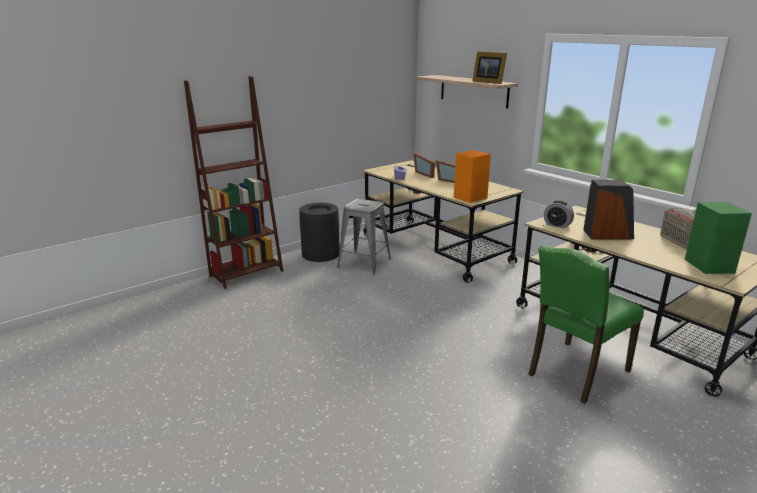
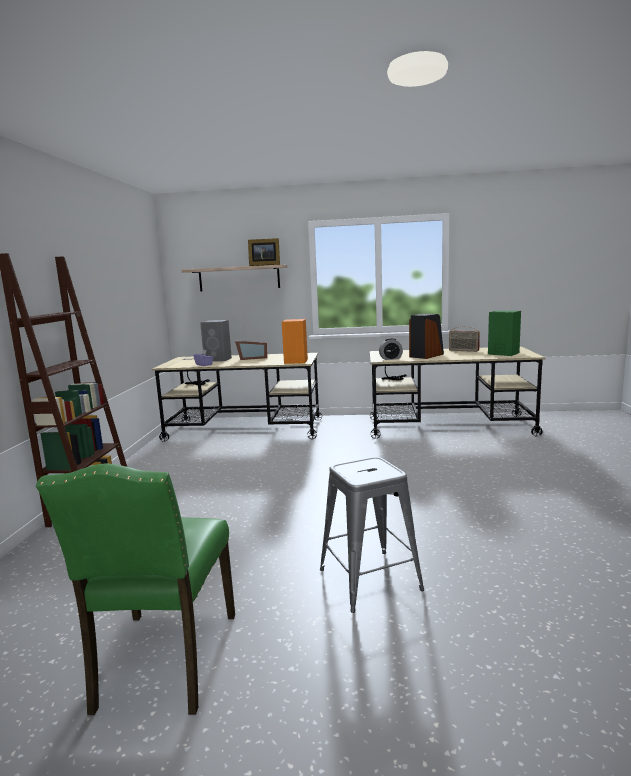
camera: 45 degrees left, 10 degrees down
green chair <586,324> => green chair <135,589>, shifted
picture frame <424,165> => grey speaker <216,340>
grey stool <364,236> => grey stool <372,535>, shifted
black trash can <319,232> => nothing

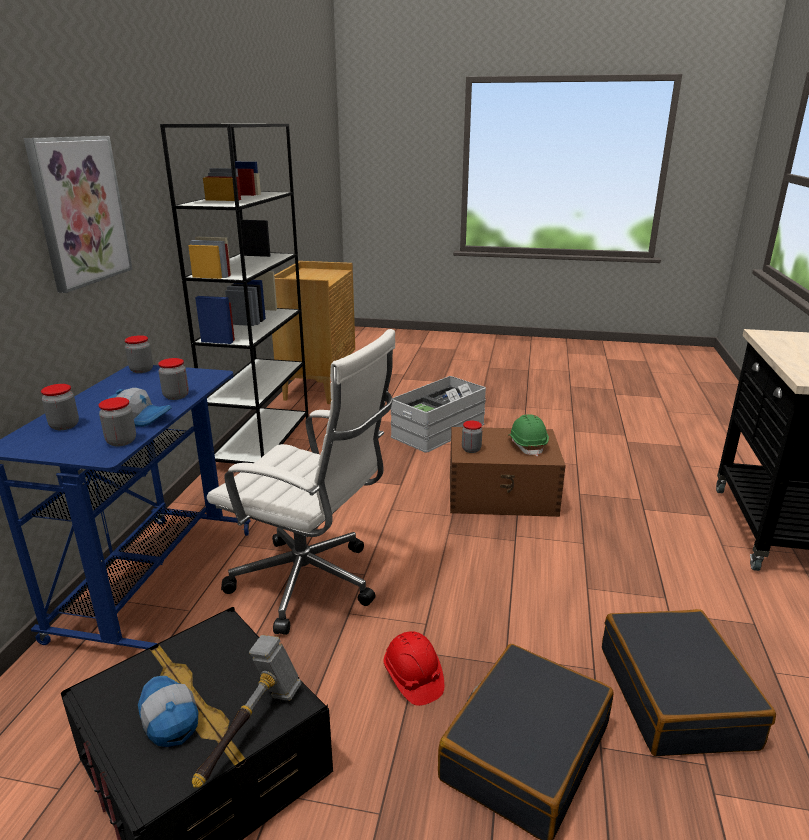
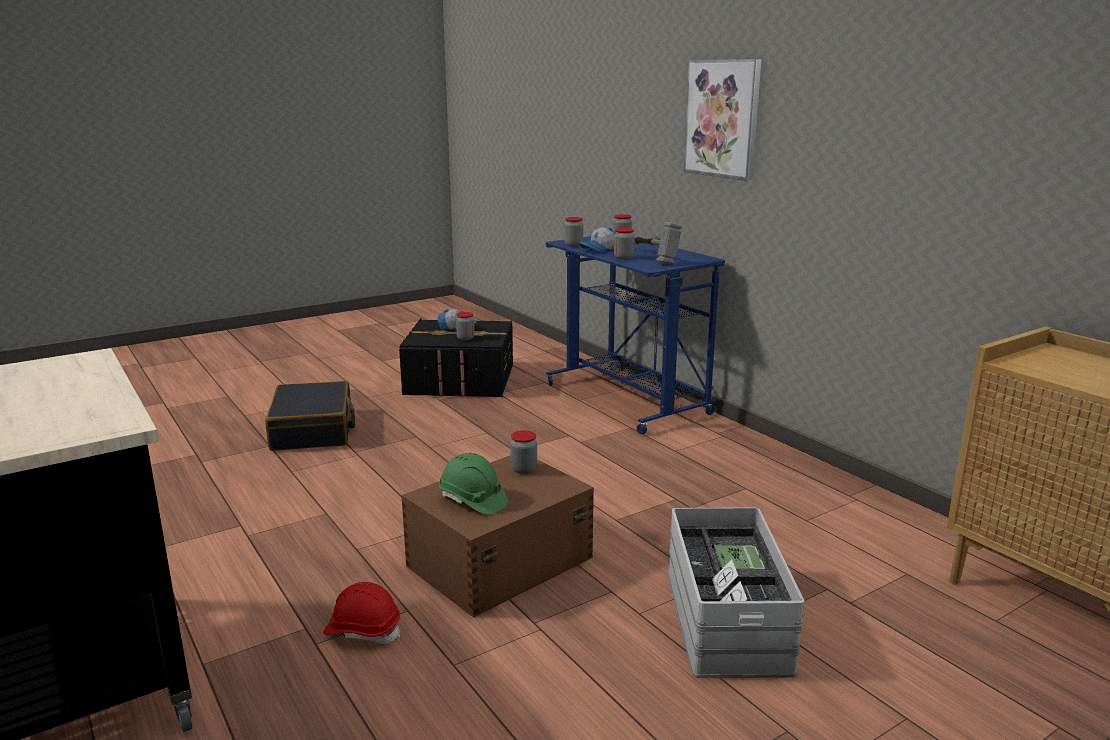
camera: 135 degrees right, 5 degrees down
red hard hat <414,669> => red hard hat <361,613>, shifted
jar <139,354> => jar <465,326>, shifted
hammer <246,711> => hammer <658,243>, shifted
white bookcase <234,294> => nothing
white office chair <301,482> => nothing
black suitcase <689,682> => nothing

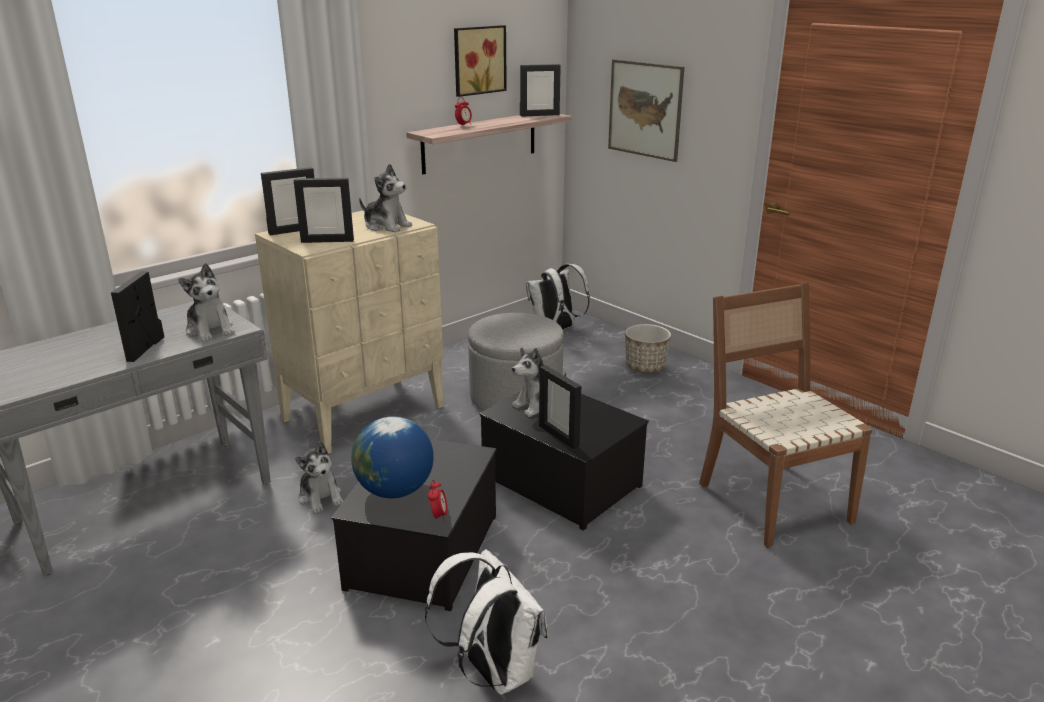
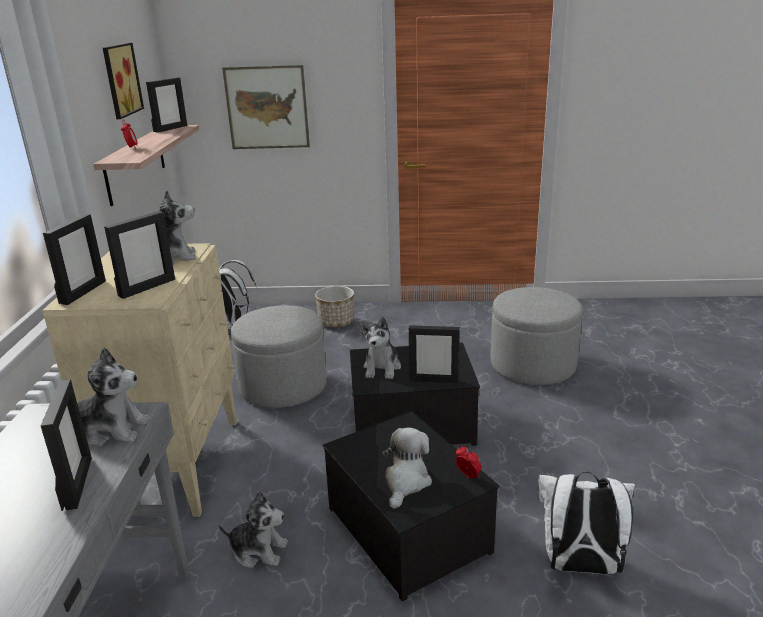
camera: 45 degrees left, 0 degrees up
picture frame <137,316> => picture frame <66,445>, 150 degrees counterclockwise
globe <392,457> => plush toy <407,468>
chair <785,415> => grey ottoman <537,336>

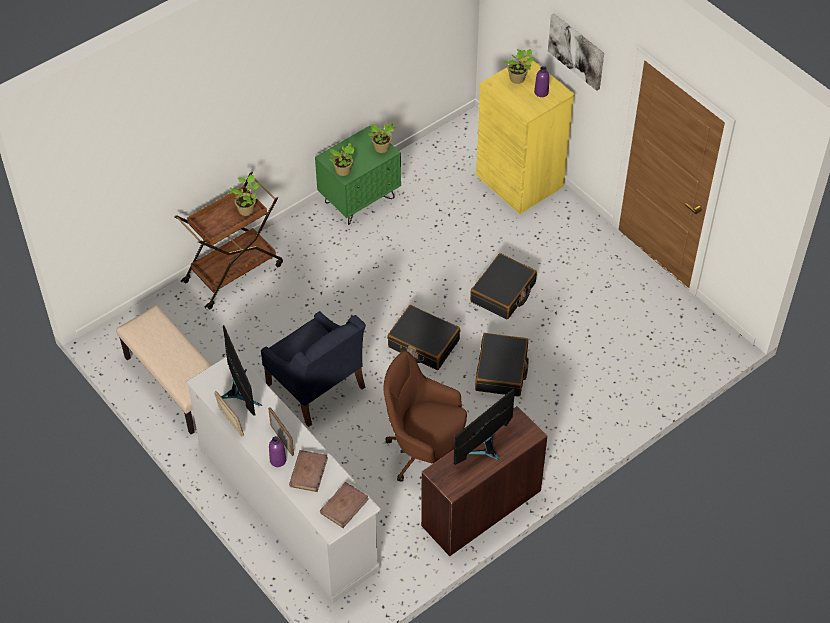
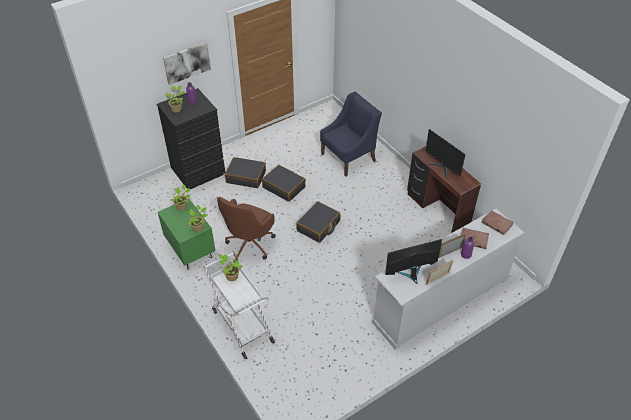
camera: 85 degrees left, 5 degrees down
yellow dresser <525,135> => black dresser <191,138>
brown cart <228,240> => white cart <239,304>
brown office chair <425,416> => brown office chair <246,229>, shifted
black suitcase <502,365> => black suitcase <245,172>, shifted
blue armchair <313,369> => blue armchair <351,134>, shifted
beige bench <164,369> => nothing

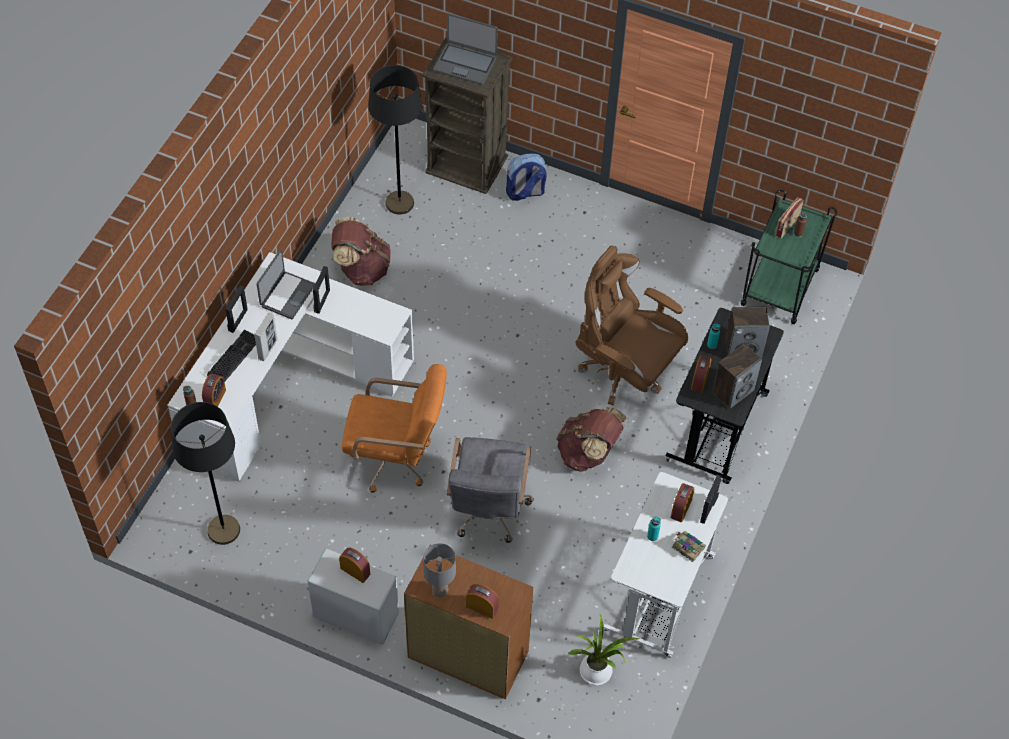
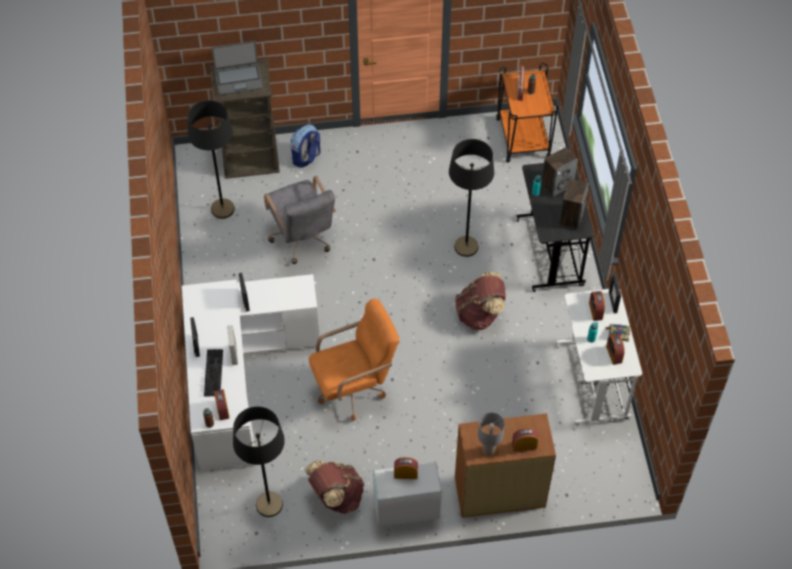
camera: 30 degrees left, 0 degrees up
grey office chair <490,490> => grey office chair <300,220>, shifted
brown backpack <361,251> => brown backpack <334,487>, shifted
brown office chair <631,325> => black floor lamp <471,198>
green cart <789,257> => orange cart <527,113>
alarm clock <701,374> => alarm clock <615,349>, shifted
laptop <285,284> => nothing
potted plant <603,649> => nothing

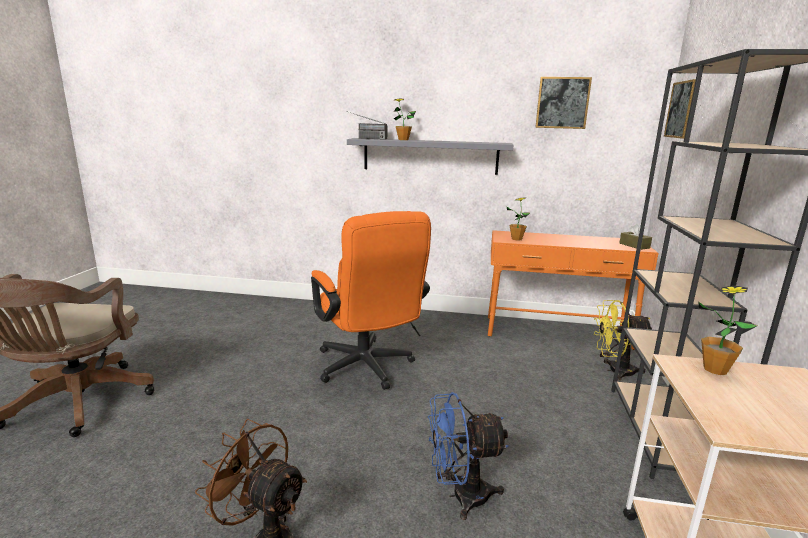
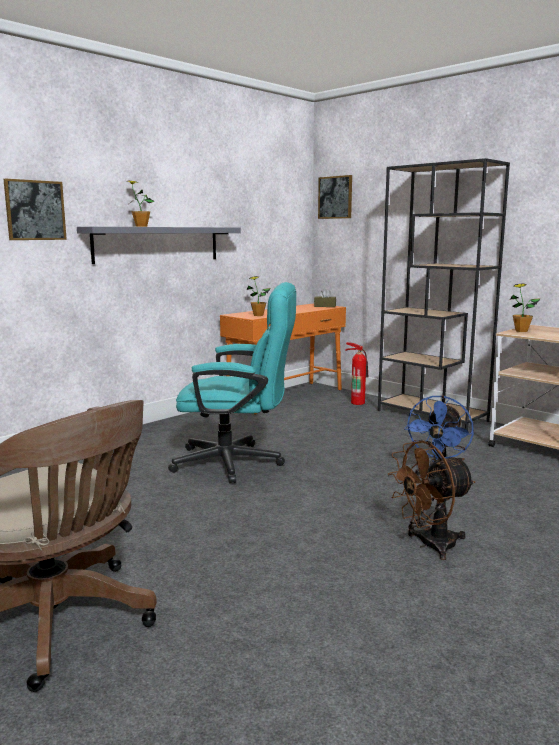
camera: 55 degrees left, 5 degrees down
picture <563,103> => picture <35,209>, shifted
orange office chair <371,300> => turquoise office chair <232,382>
yellow fan <622,340> => fire extinguisher <357,373>
radio <368,126> => nothing

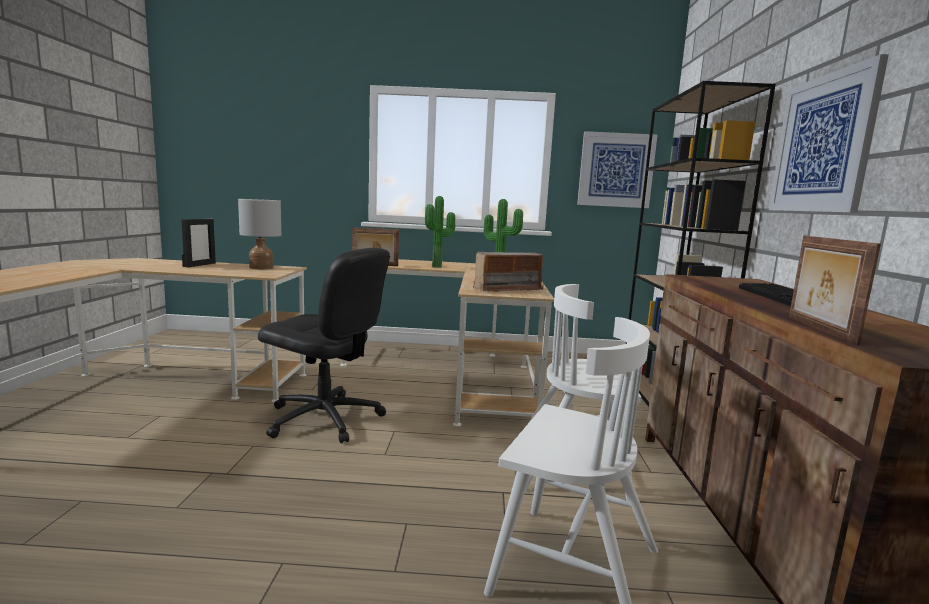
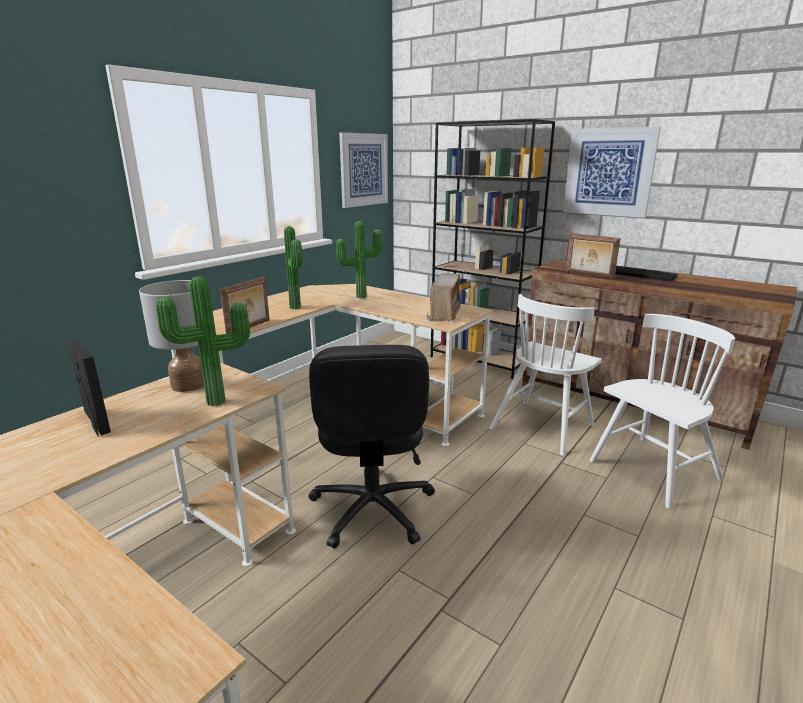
camera: 55 degrees left, 10 degrees up
nothing => potted plant <203,341>
black office chair <324,345> => black office chair <371,447>, 120 degrees clockwise
picture frame <835,290> => picture frame <593,256>, shifted

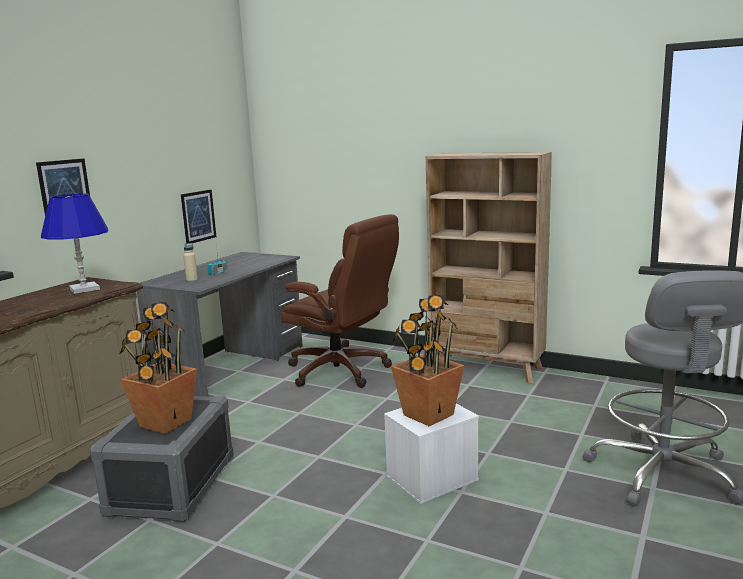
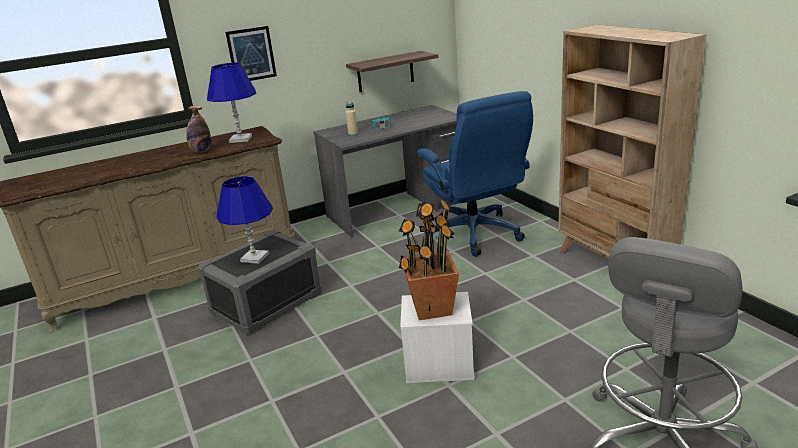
camera: 35 degrees right, 10 degrees up
nothing => bottle <198,129>
potted plant <158,367> => blue table lamp <244,220>
picture <198,217> => shelf <392,71>
brown office chair <340,301> => blue office chair <475,174>

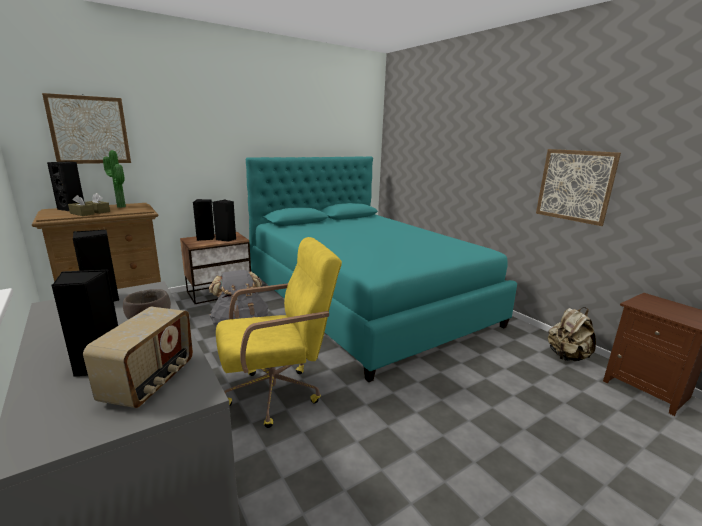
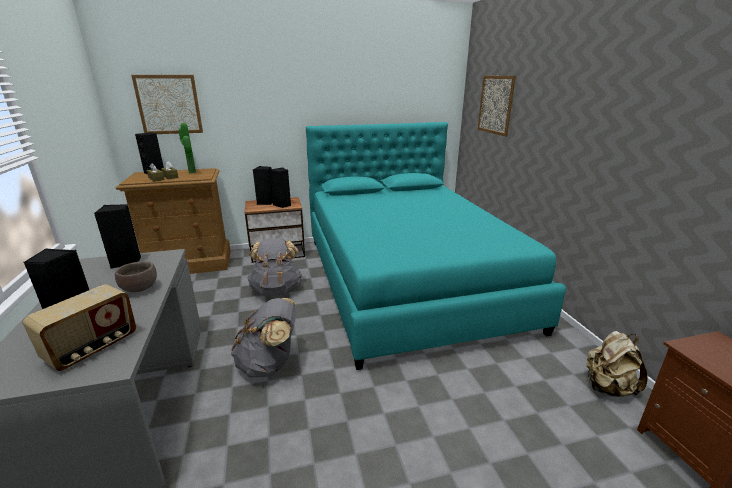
camera: 20 degrees right, 5 degrees up
yellow office chair <279,332> => grey backpack <264,337>
picture <578,187> => picture <497,106>, shifted

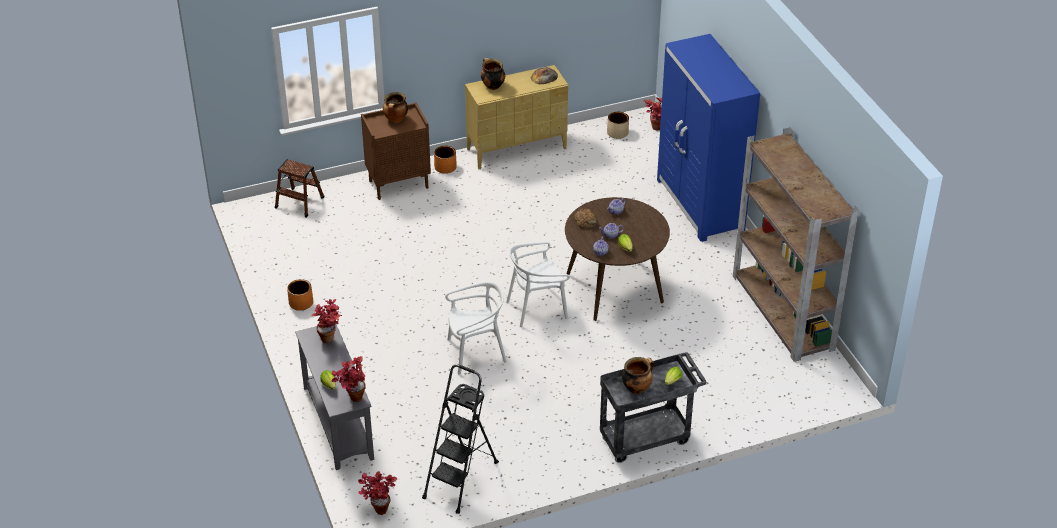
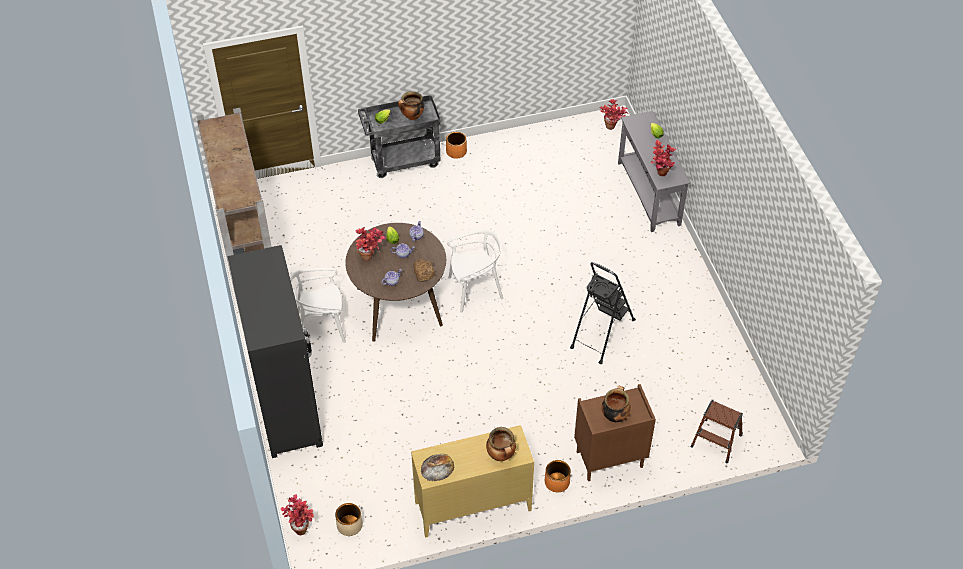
camera: 175 degrees left, 10 degrees up
blue cabinet <708,138> => black cabinet <275,351>
white chair <476,328> => white chair <318,305>, shifted
potted plant <348,379> => potted plant <370,244>, shifted
orange planter <300,295> => orange planter <456,145>, shifted
step ladder <460,439> => step ladder <603,313>, shifted

